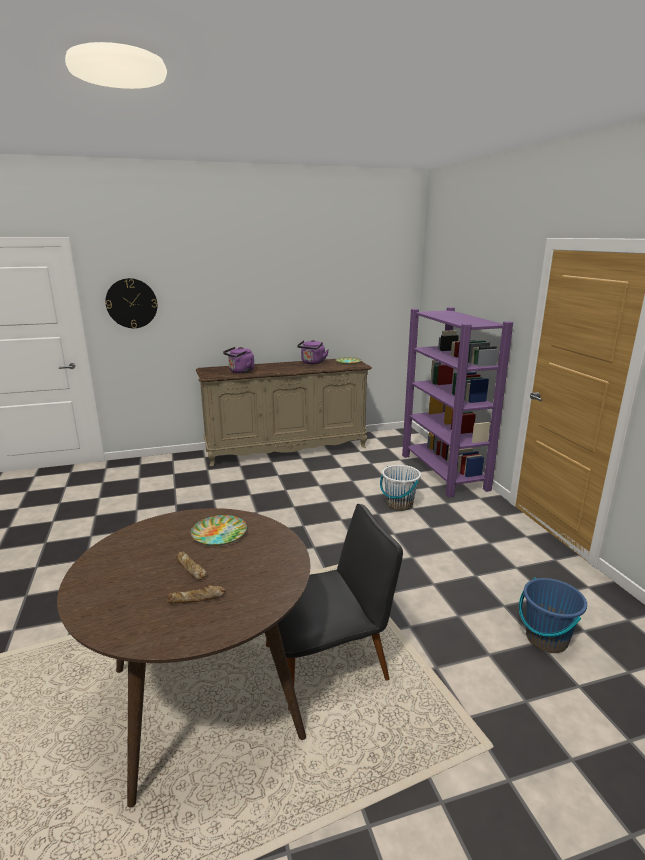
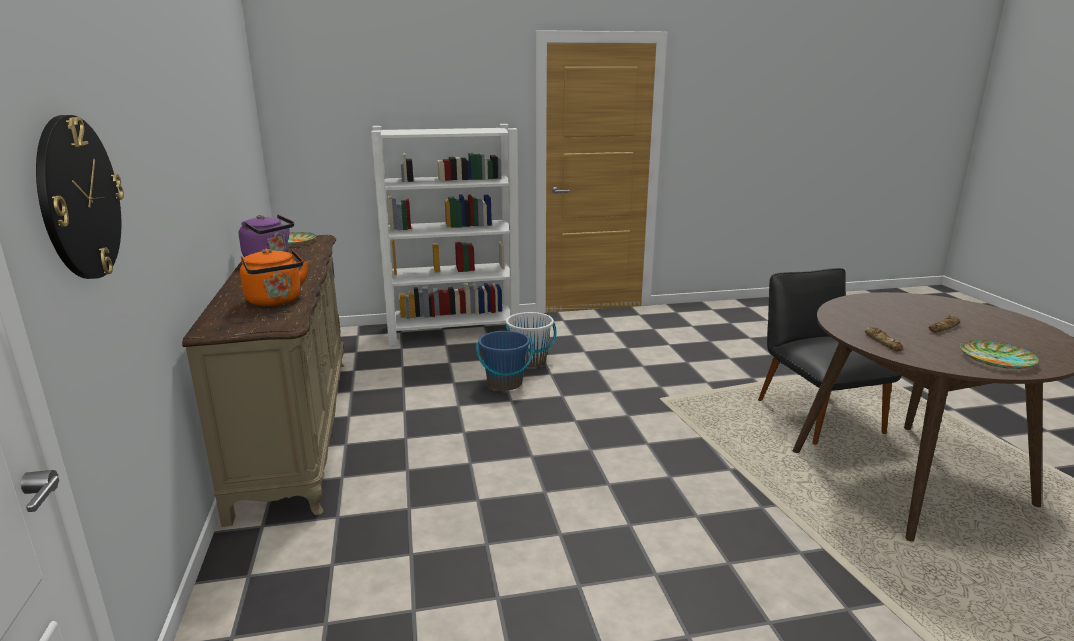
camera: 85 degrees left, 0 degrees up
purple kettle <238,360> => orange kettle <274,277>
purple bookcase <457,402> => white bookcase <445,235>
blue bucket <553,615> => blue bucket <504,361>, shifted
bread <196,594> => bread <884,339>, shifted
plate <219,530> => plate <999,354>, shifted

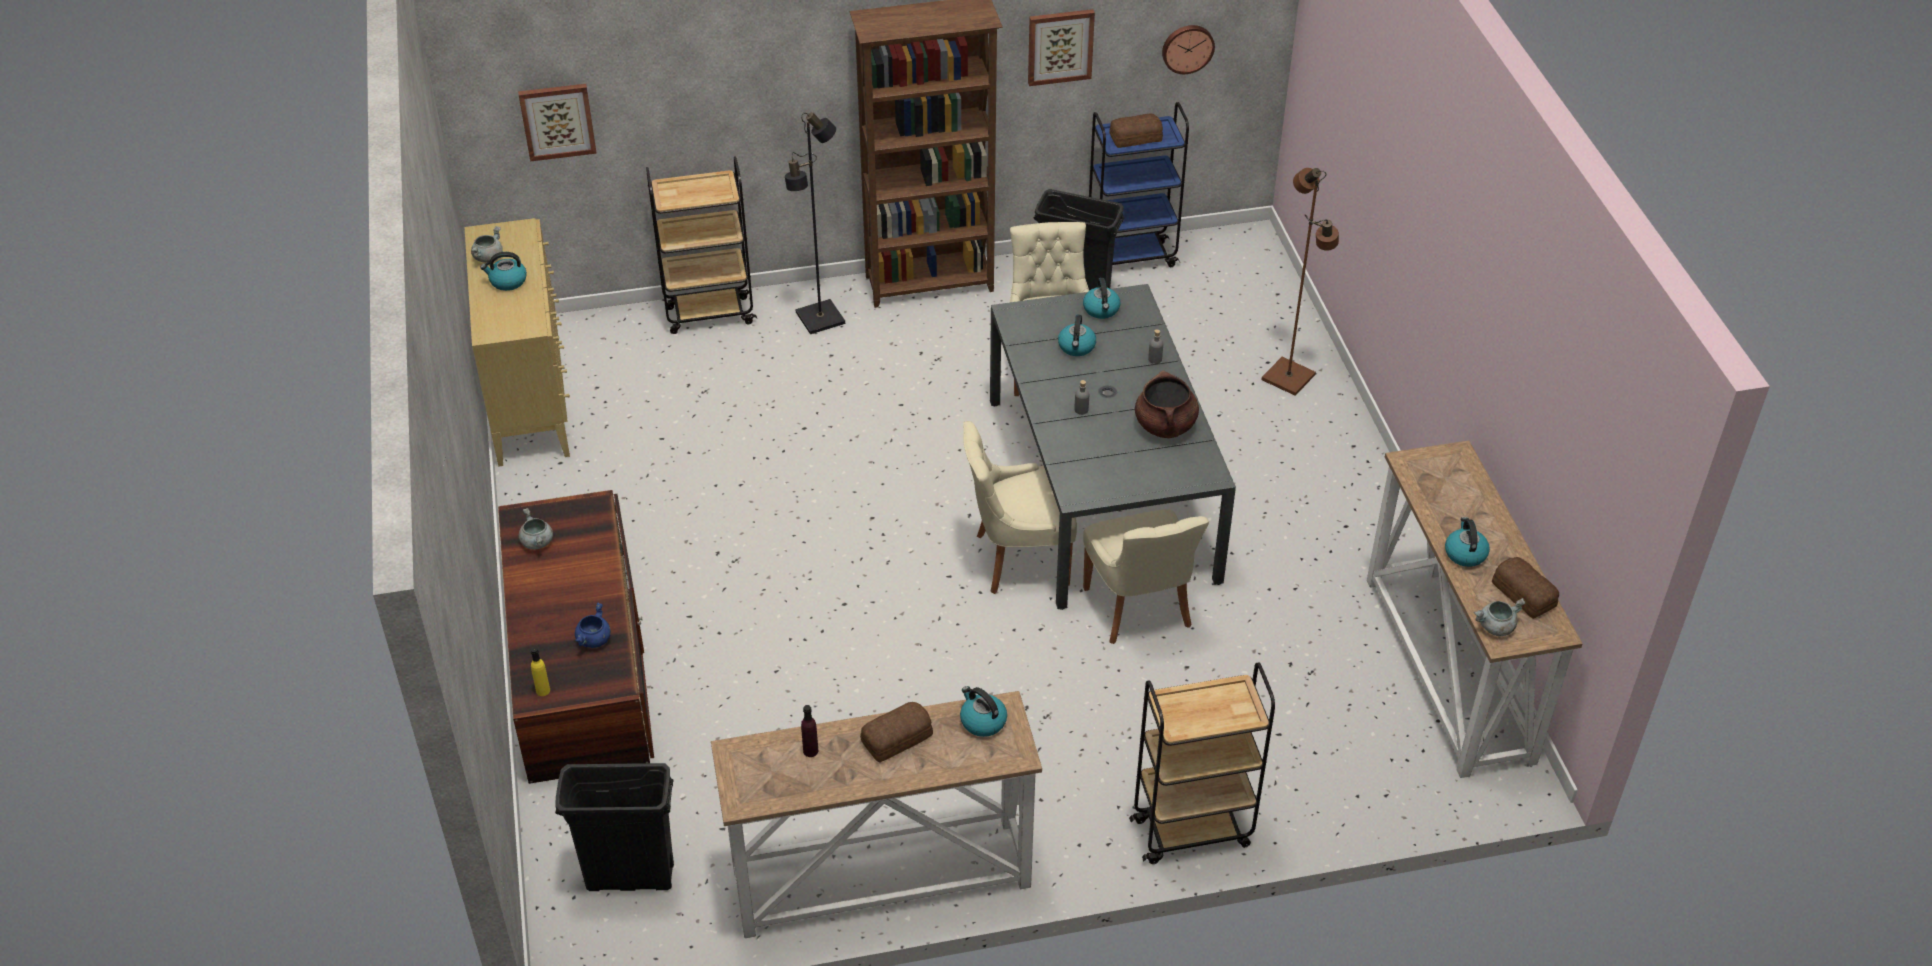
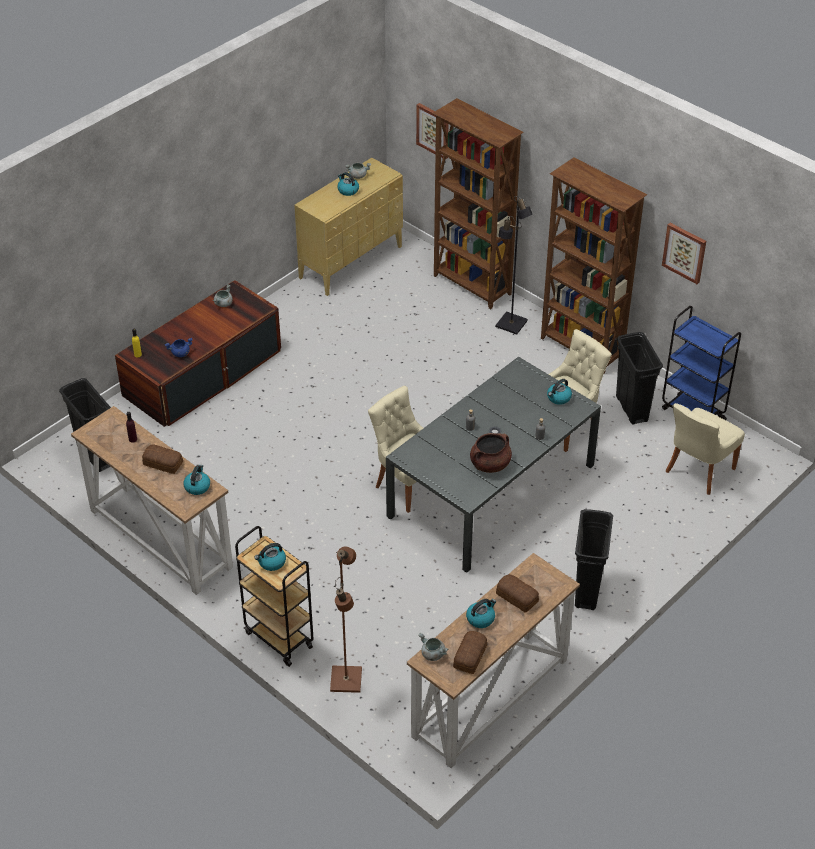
camera: 55 degrees right, 0 degrees up
kettle <1077,335> => kettle <270,557>, shifted
brown floor lamp <1300,282> => brown floor lamp <346,619>, shifted
brown cart <701,245> => brown bookcase <478,203>
bread <1136,130> => bread <517,593>, shifted
nothing => black trash can <594,559>
beige chair <1146,576> => beige chair <705,449>, shifted
wall clock <1188,49> => nothing

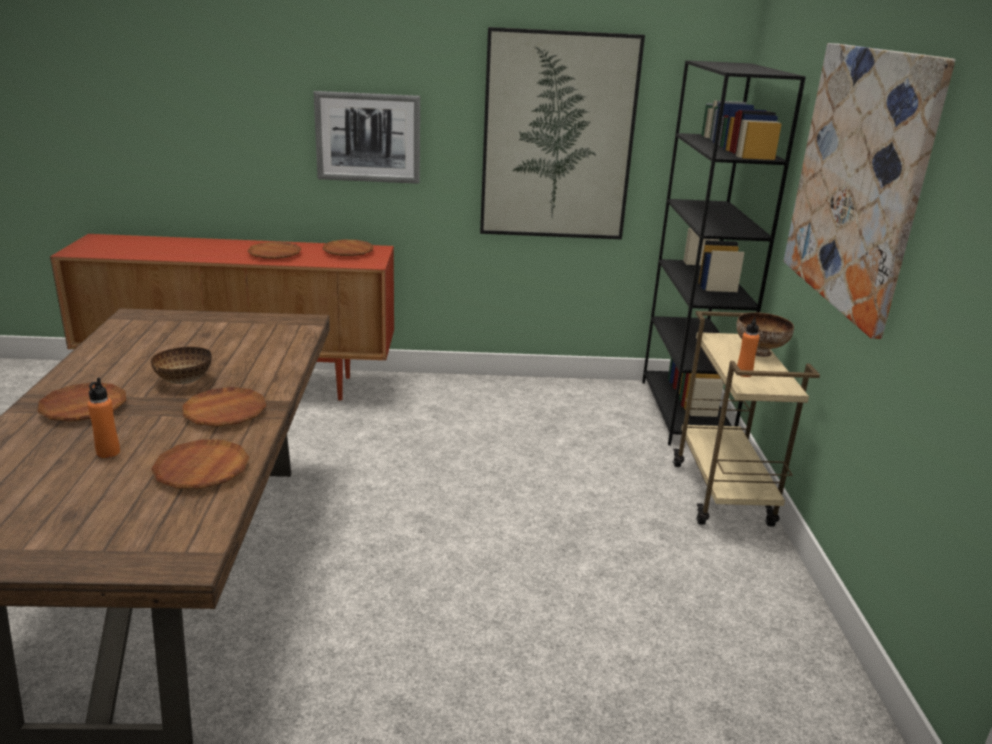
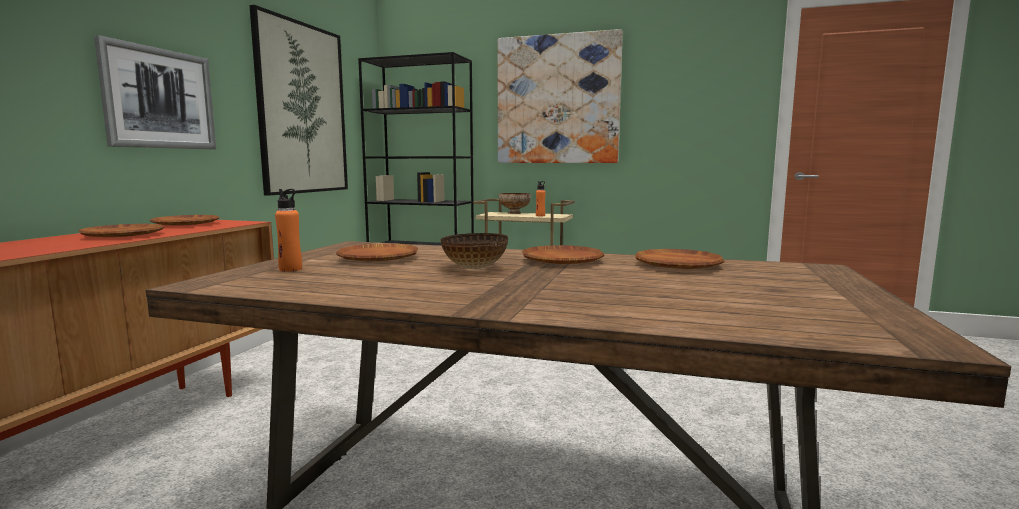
camera: 70 degrees left, 15 degrees down
orange bottle <103,418> => orange bottle <288,230>, shifted
brown plate <81,402> => brown plate <377,252>, shifted

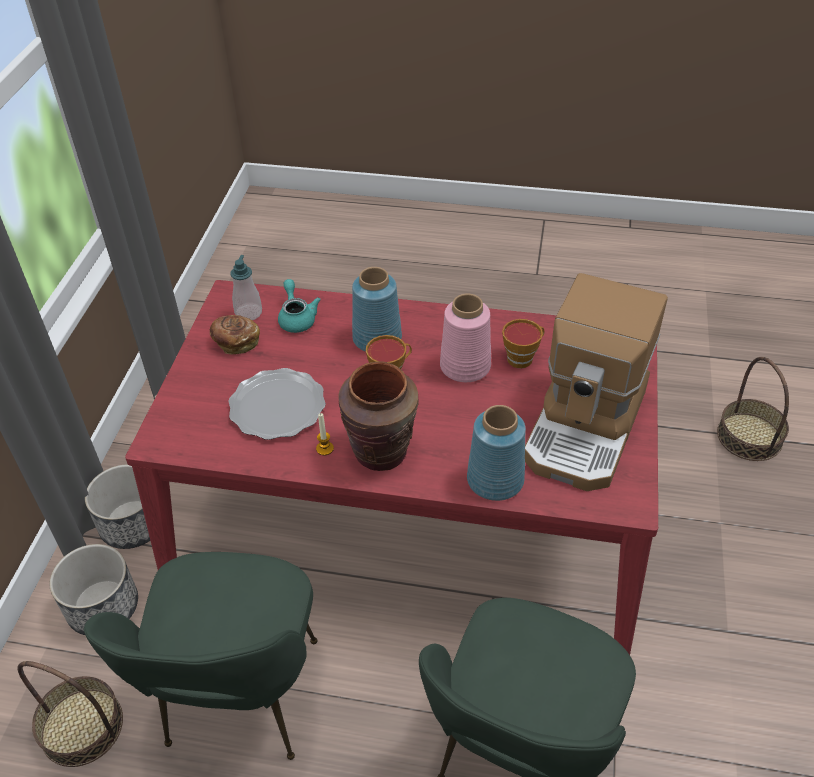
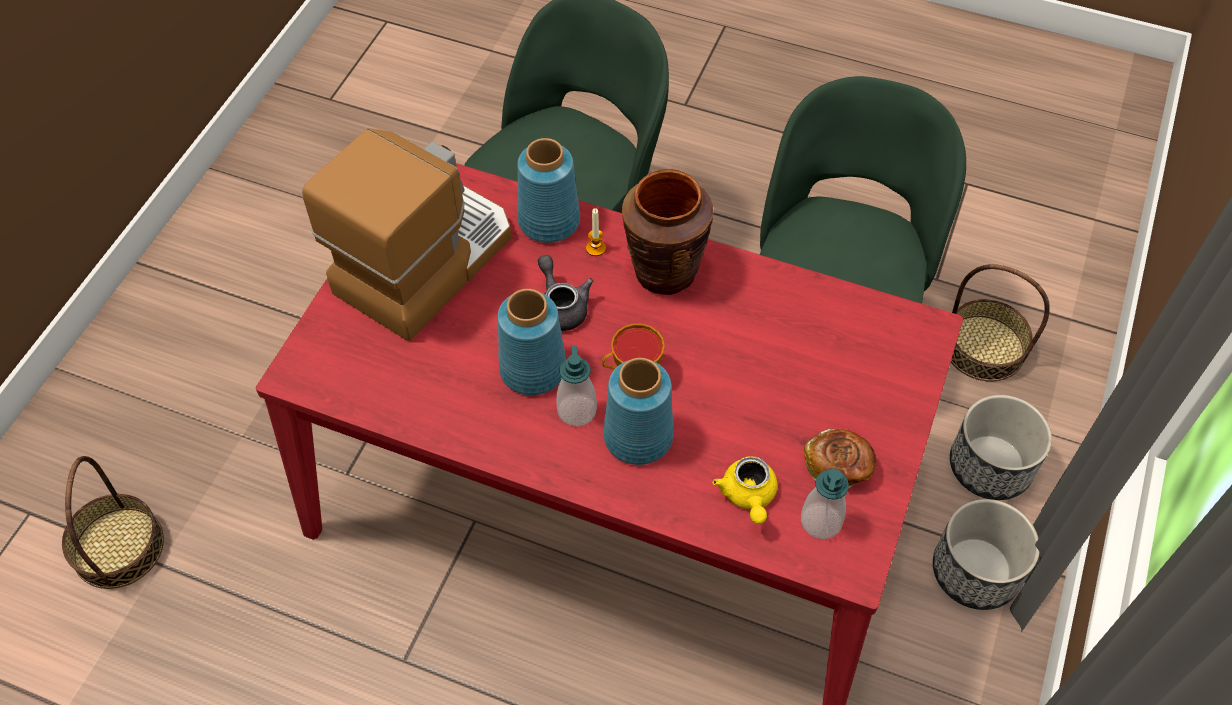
camera: 170 degrees left, 10 degrees up
pink vase <465,338> => blue vase <531,342>
nothing => grey teapot <565,293>
nothing => soap dispenser <576,385>
candle <325,434> => candle <596,232>, shifted
turquoise teapot <299,306> => yellow teapot <745,490>
plate <277,404> => nothing
cup <523,343> => nothing

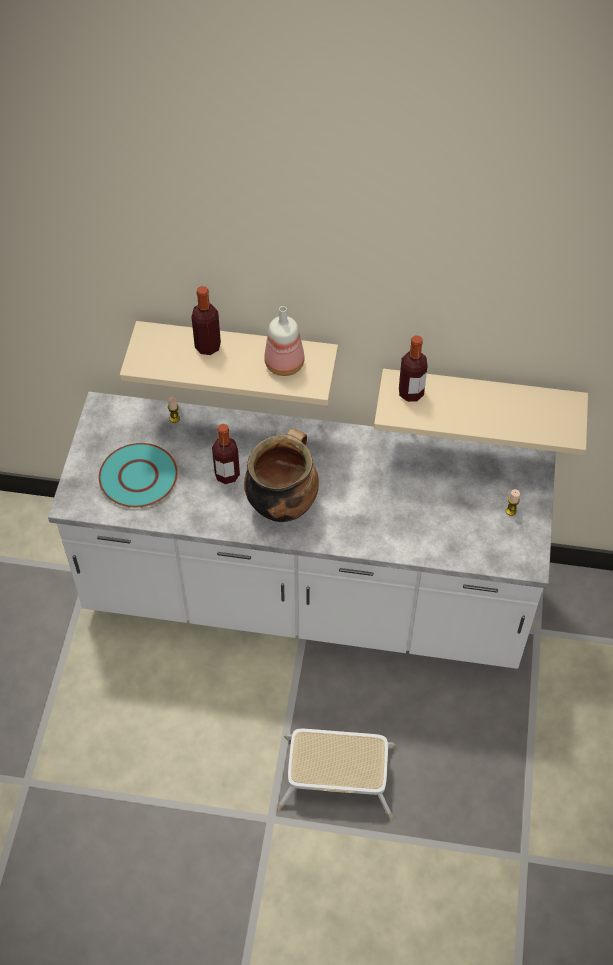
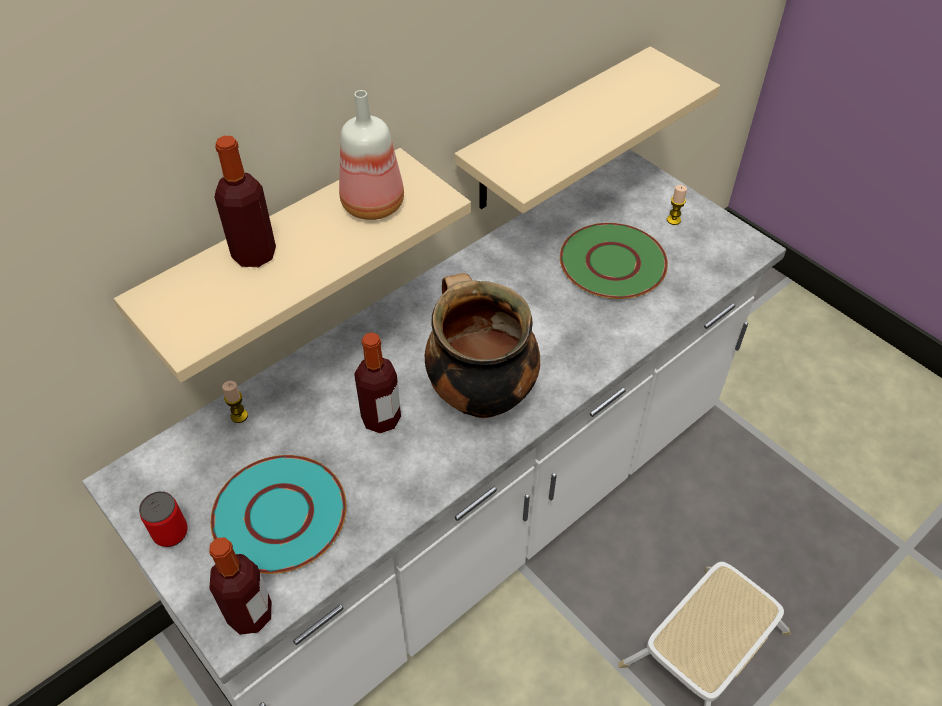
camera: 50 degrees left, 5 degrees down
nothing => can <163,519>
bottle <413,368> => bottle <240,586>, shifted
nothing => green plate <614,261>

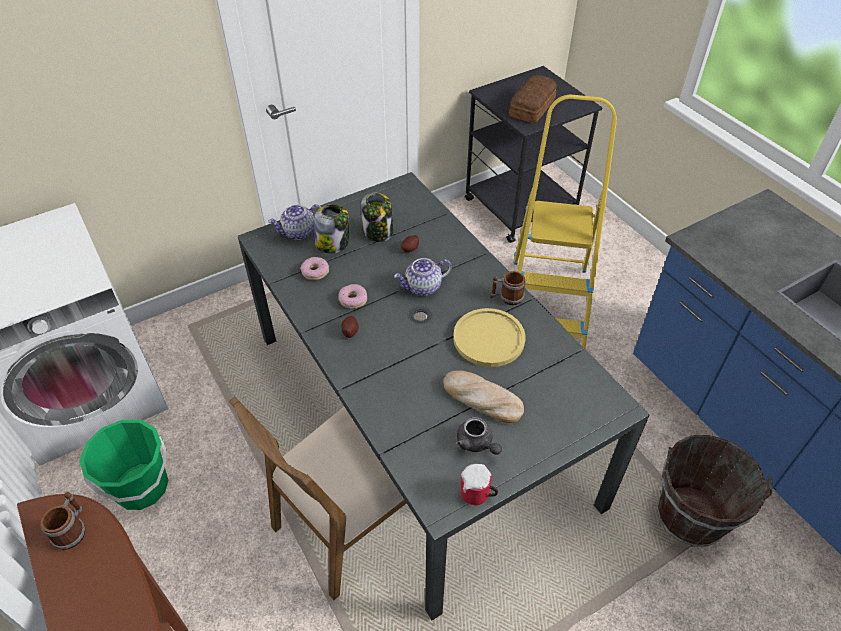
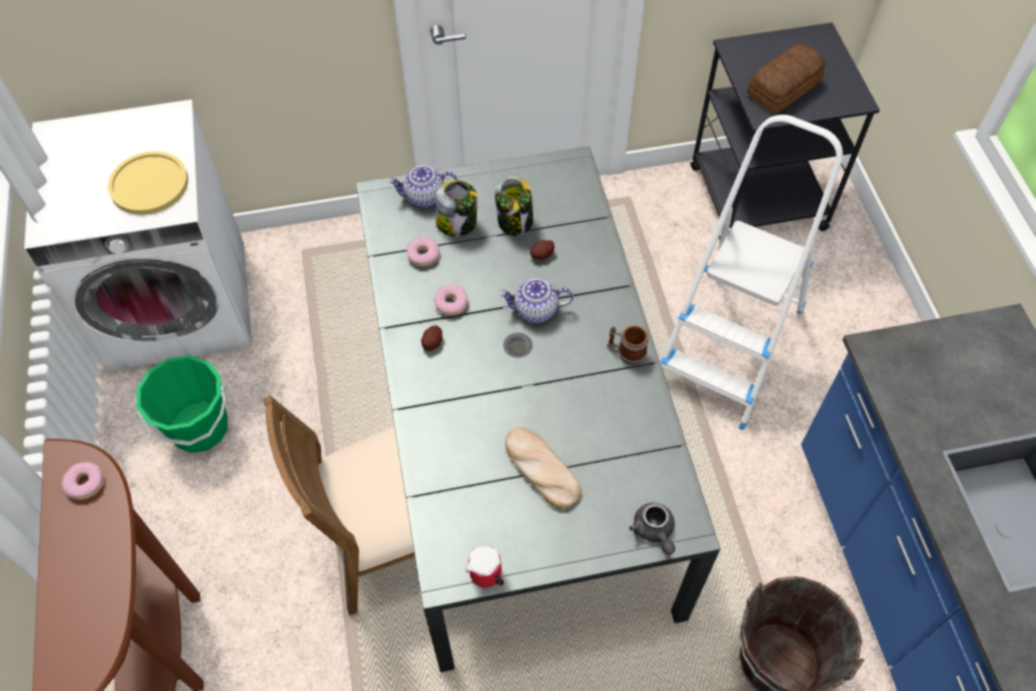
camera: 20 degrees right, 10 degrees up
mug <62,521> => donut <83,481>
yellow plate <489,337> => yellow plate <148,183>, shifted
grey teapot <479,436> => grey teapot <652,529>, shifted
yellow step ladder <565,222> => white step ladder <751,272>

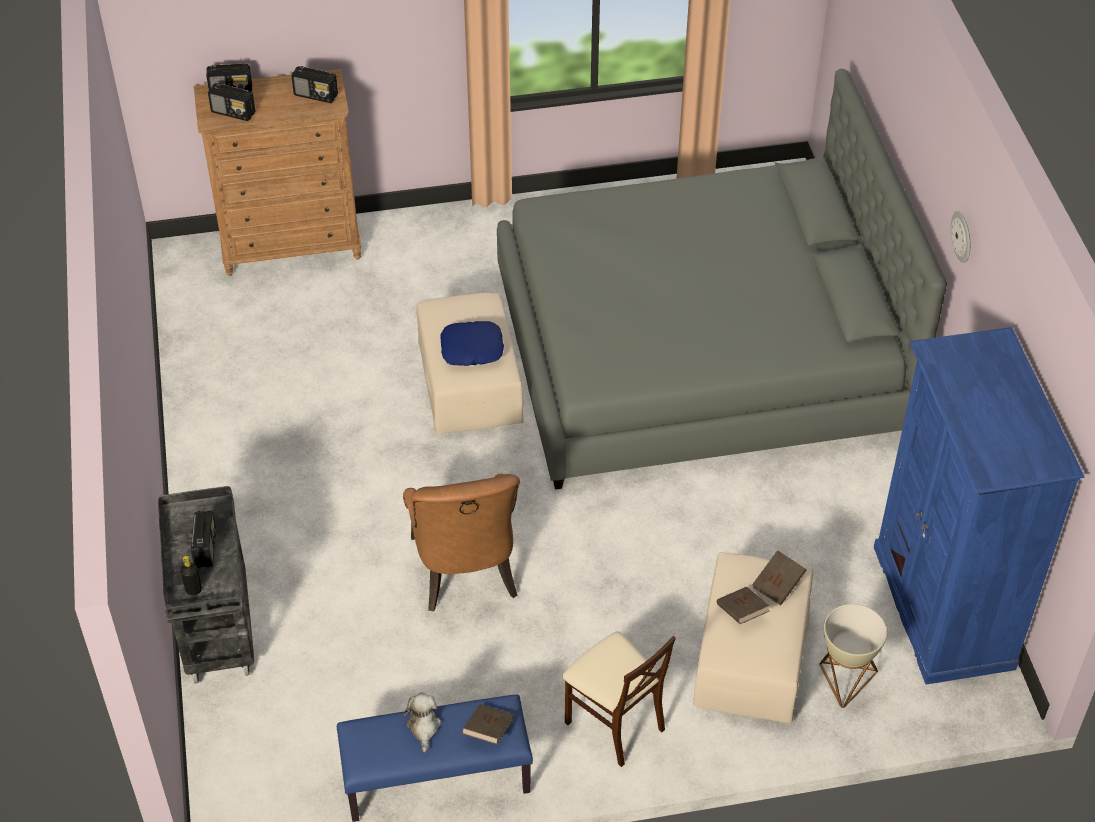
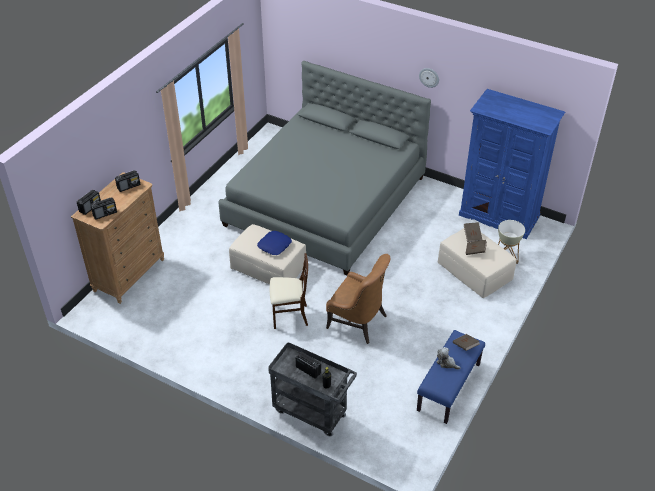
camera: 50 degrees left, 5 degrees down
beige chair <619,699> => beige chair <289,291>, shifted

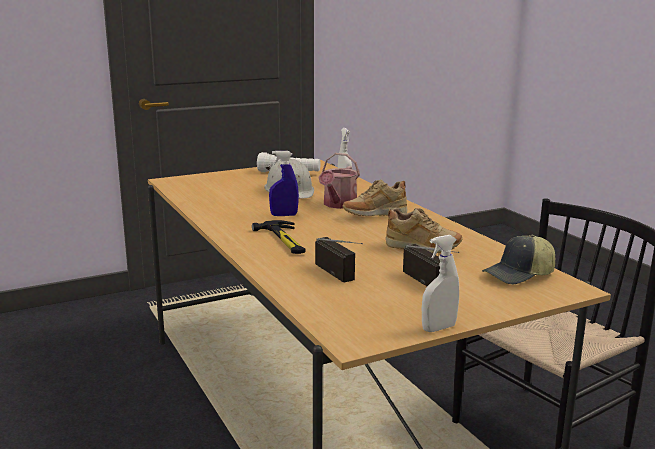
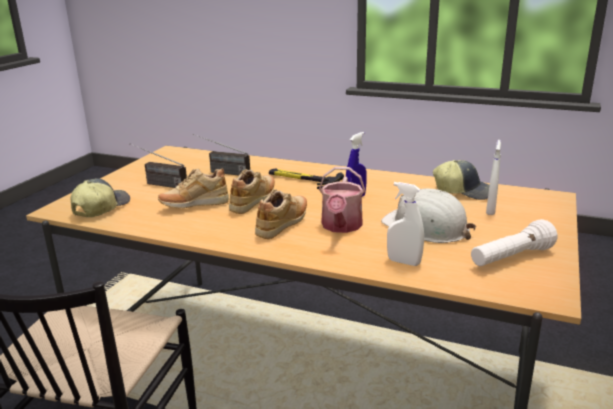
camera: 140 degrees right, 5 degrees up
nothing => beige shoe <252,191>
watering can <339,181> => watering can <342,200>, 150 degrees counterclockwise
nothing => cap <461,180>
white spray bottle <440,283> => white spray bottle <493,177>, shifted

